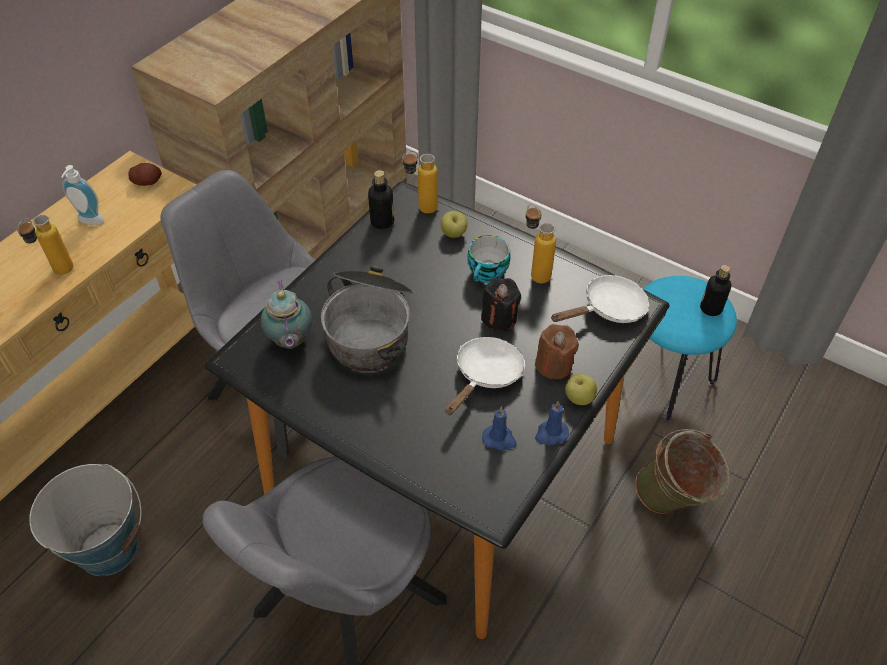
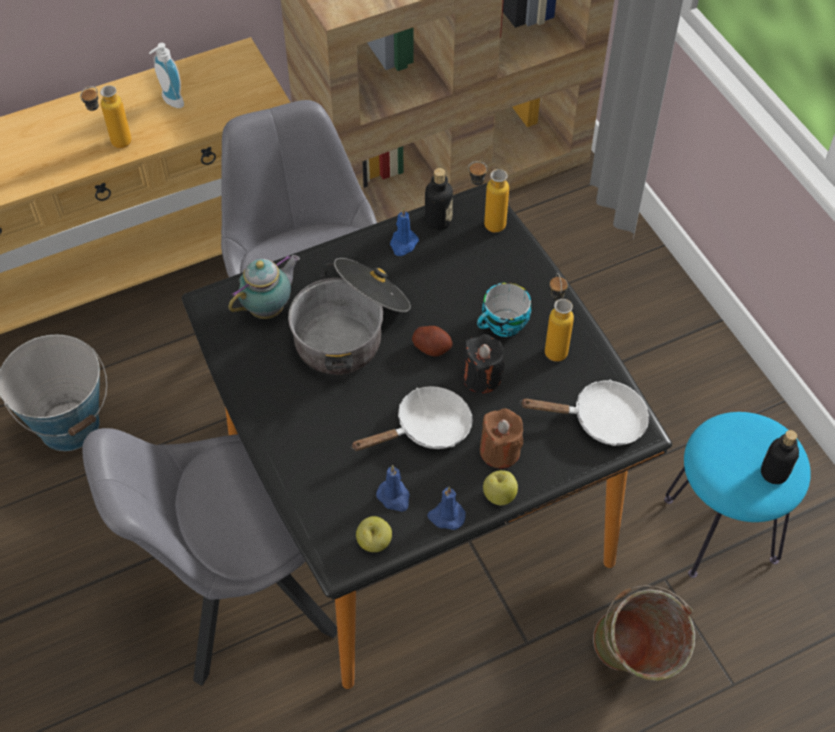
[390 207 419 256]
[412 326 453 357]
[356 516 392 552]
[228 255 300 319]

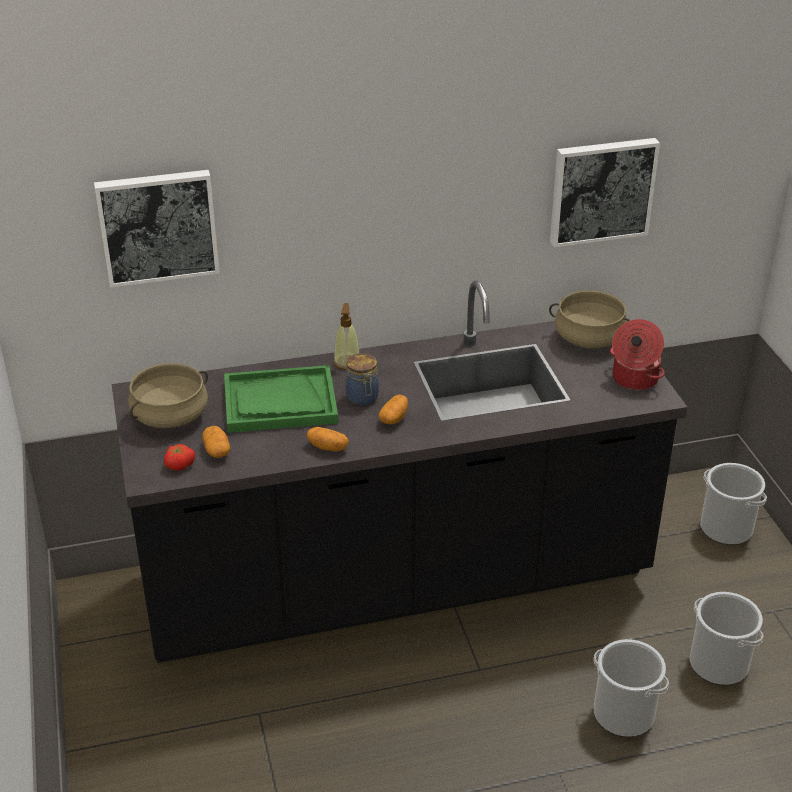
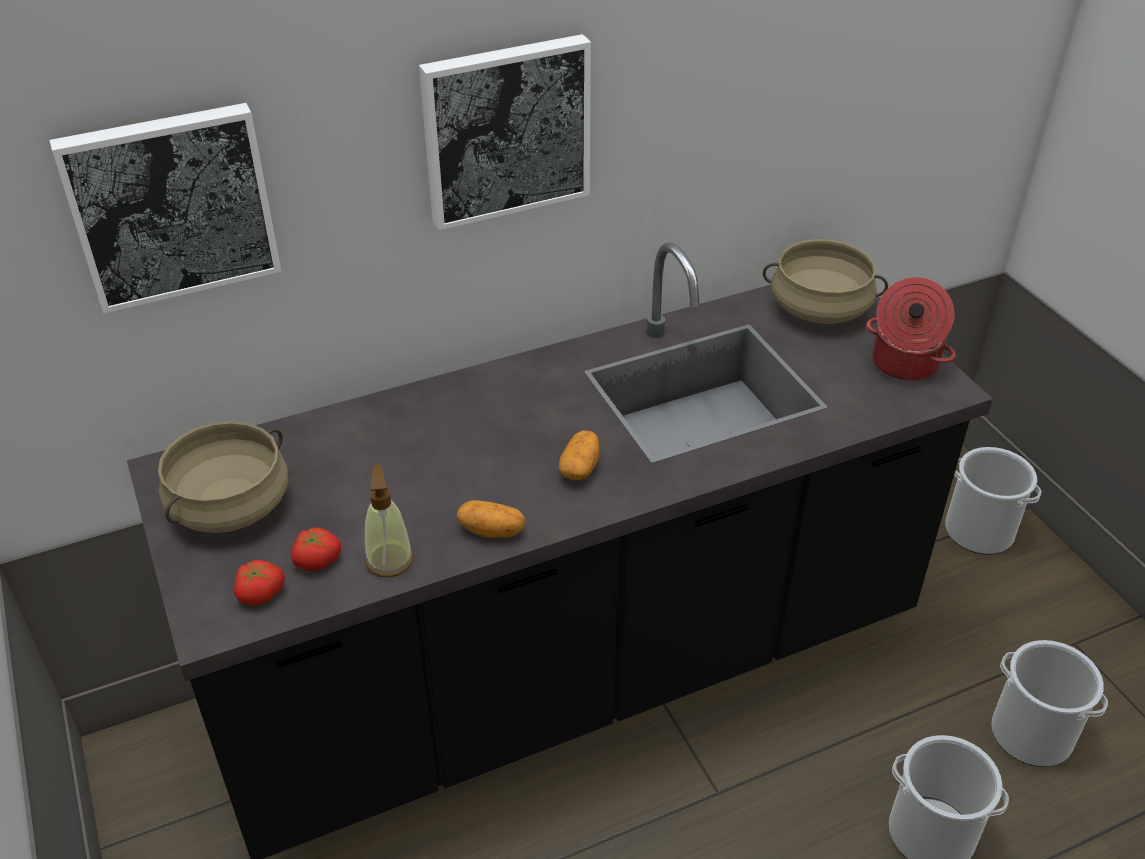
[224 365 338 433] (first image)
[346 353 379 406] (first image)
[364 464 414 577]
[419 34 591 230]
[291 528 341 571]

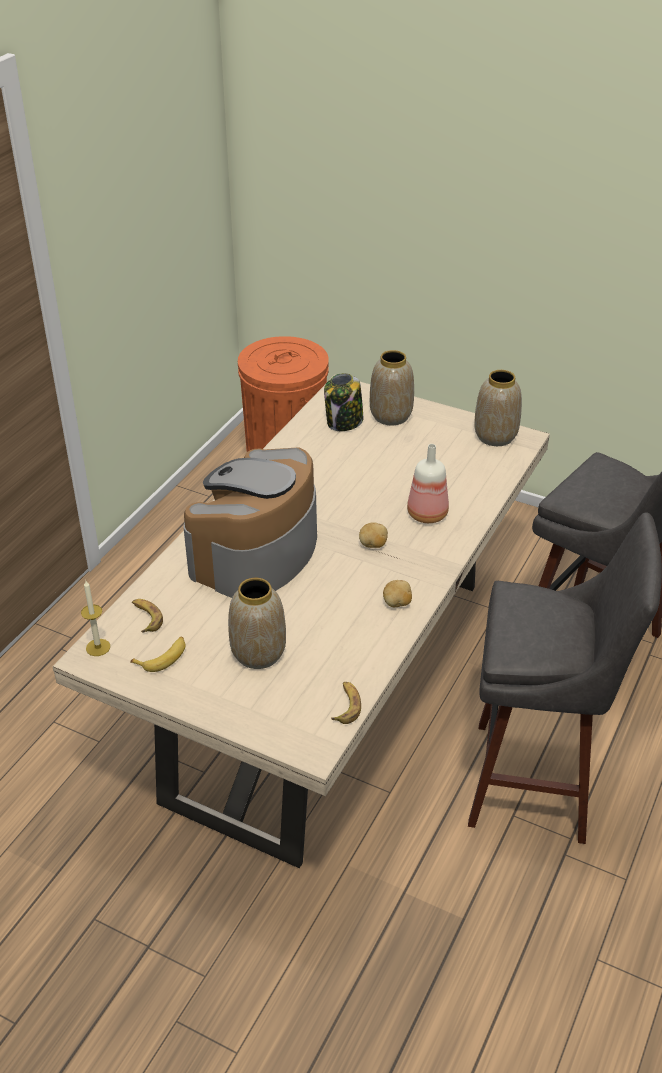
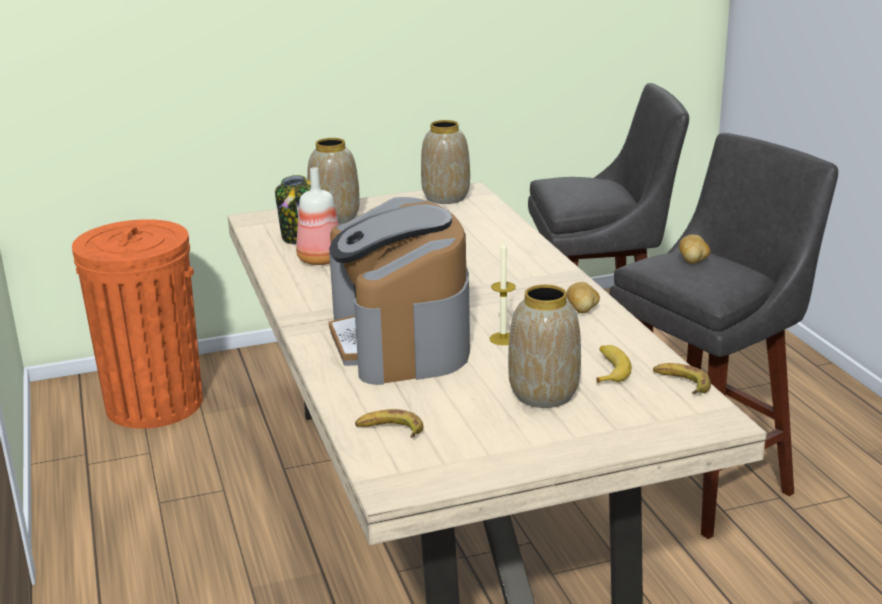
[489 241 516 345]
[596 345 632 383]
[679 235 710 264]
[296 167 339 265]

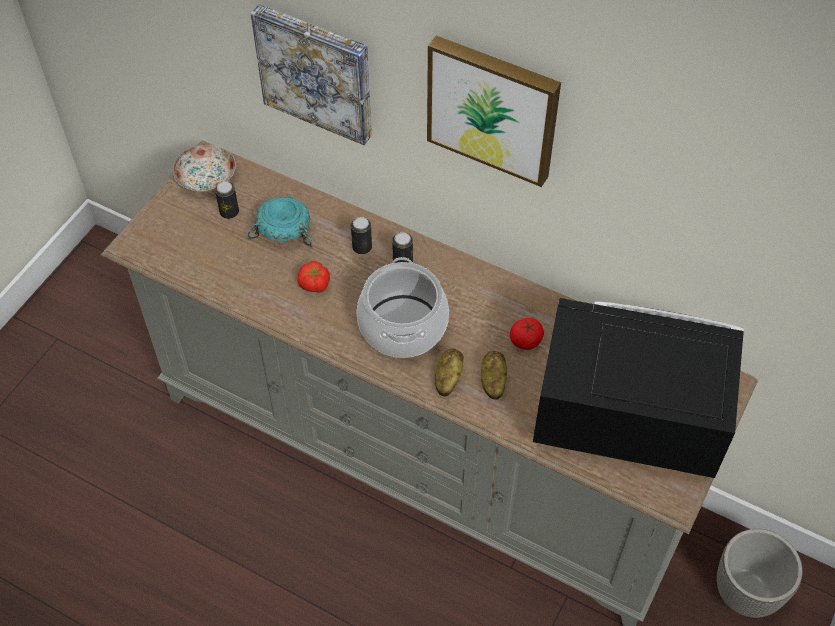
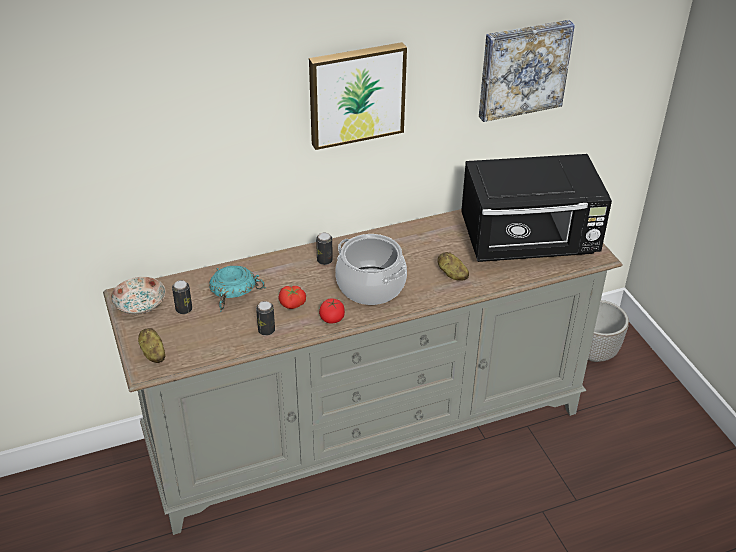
[479 20 575 122]
[256 301 275 336]
[138 328 166 363]
[319 298 345 324]
[461 154 612 262]

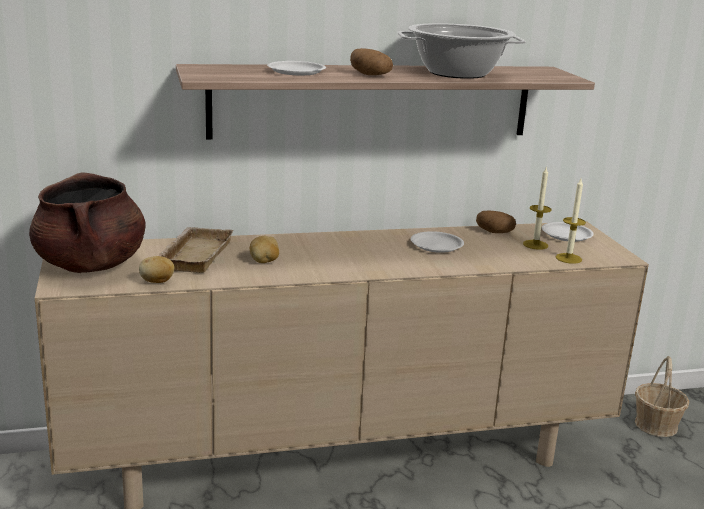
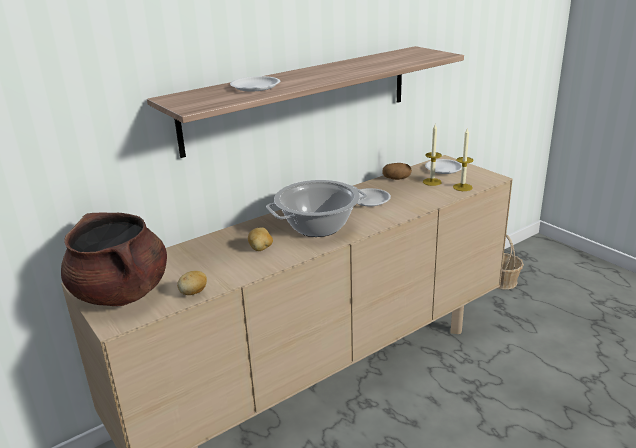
[158 227 234 273] (first image)
[350 48 393 75] (first image)
[266 180 367 237]

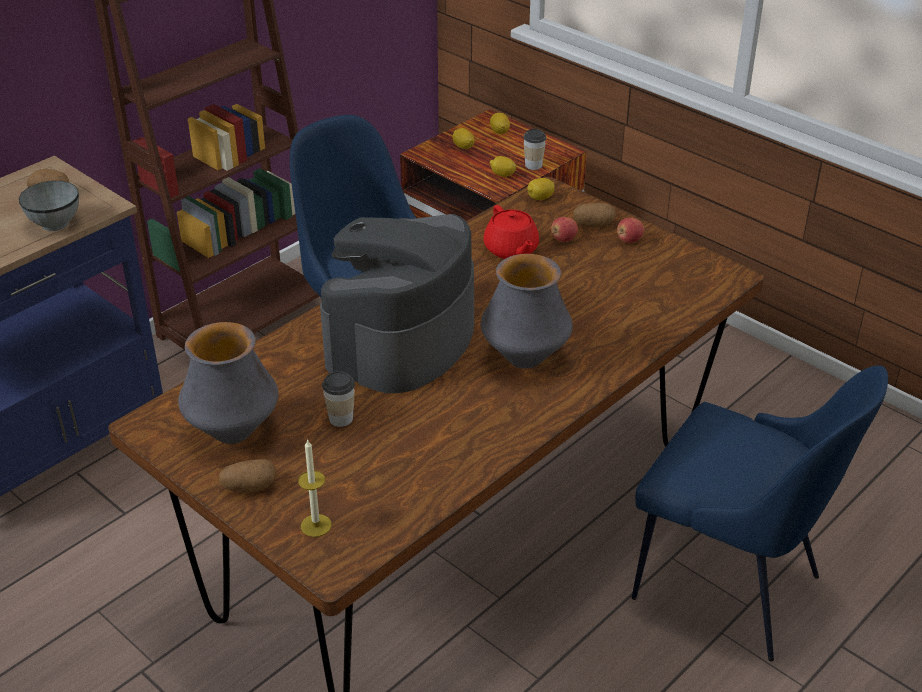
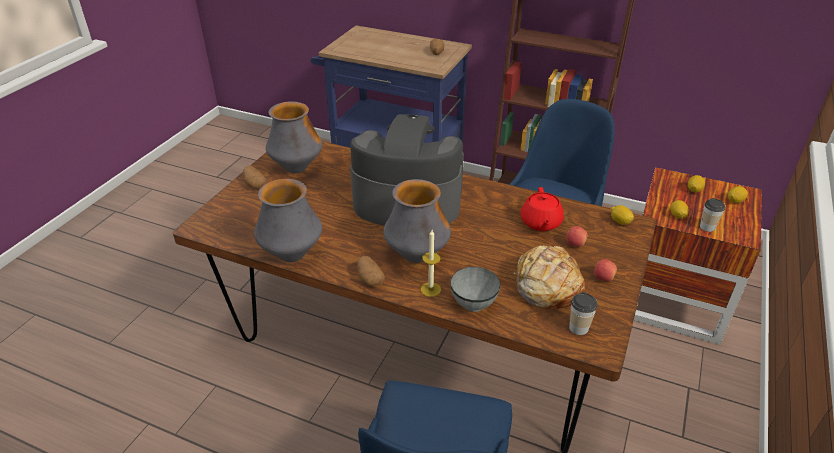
[254 179 322 262]
[514 245 585 309]
[450 267 500 312]
[421 230 441 297]
[569 292 598 335]
[357 256 385 286]
[521 187 564 231]

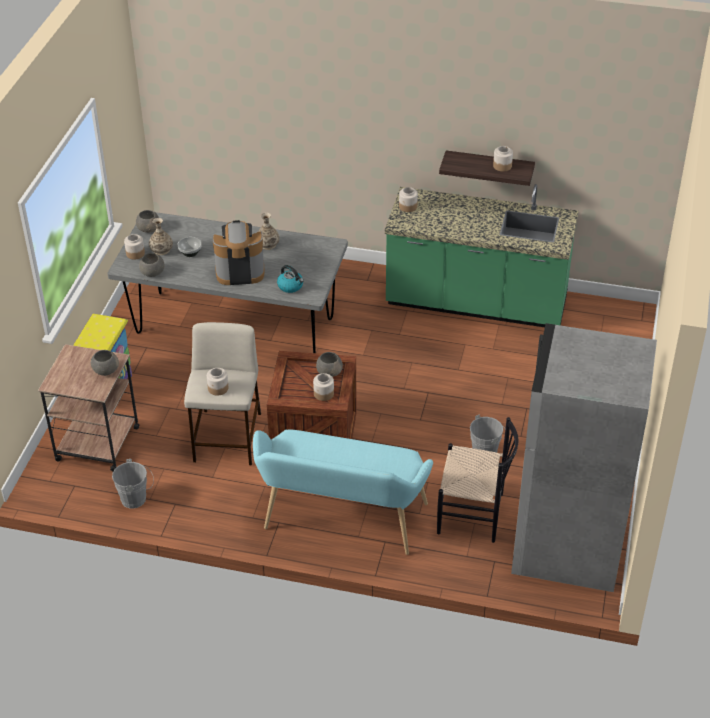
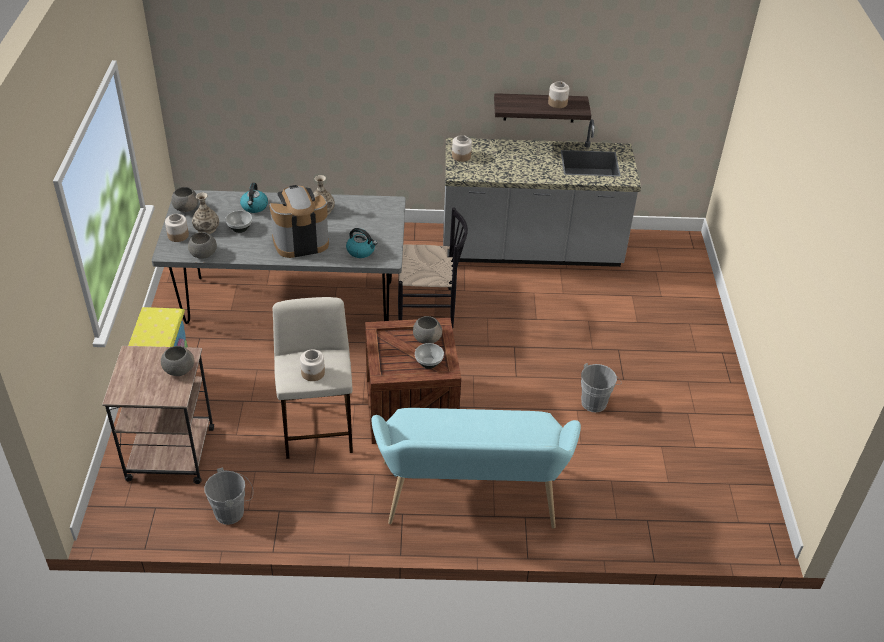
[511 323 657 592] (first image)
[240 183 268 213]
[398 207 468 328]
[415 343 444 369]
[443 119 641 267]

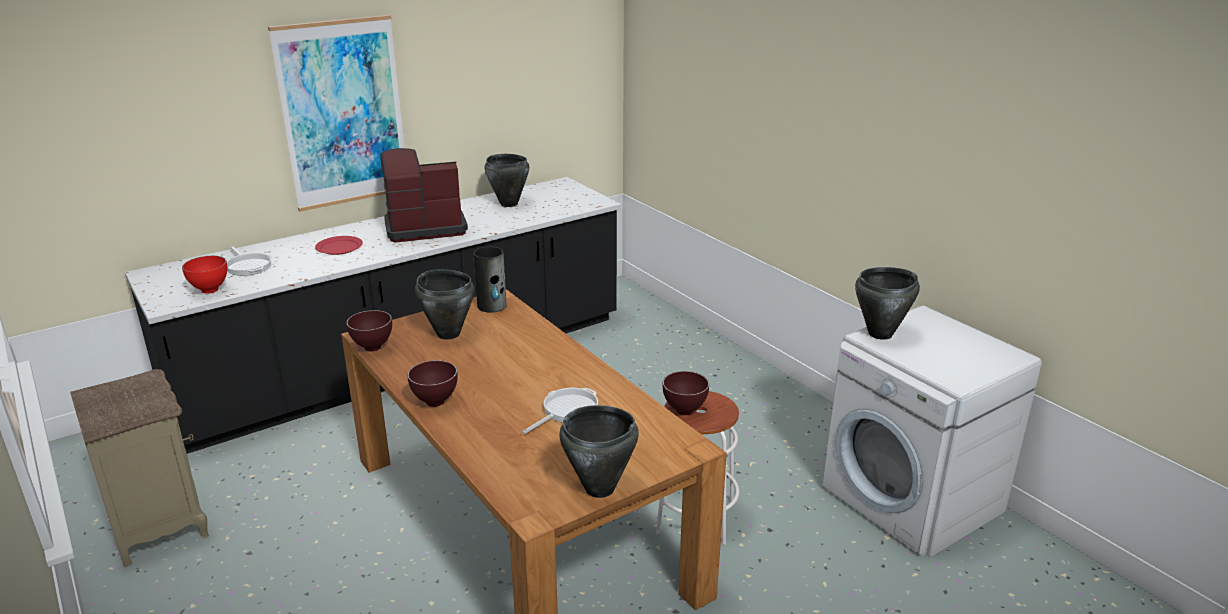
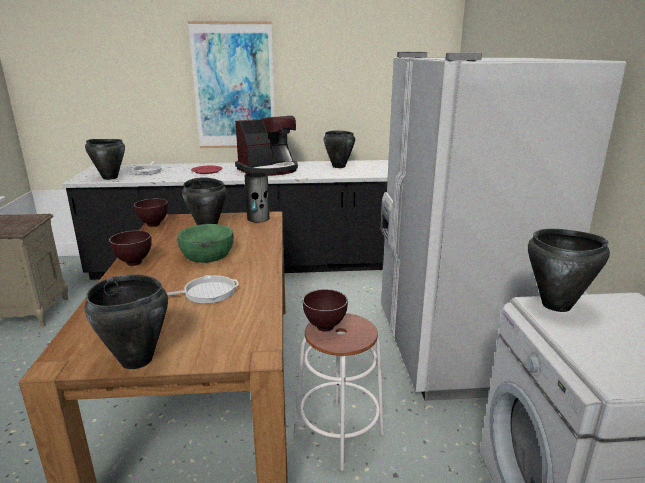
[177 224 234 263]
[381 52 626 401]
[85 139 125 180]
[235 116 298 176]

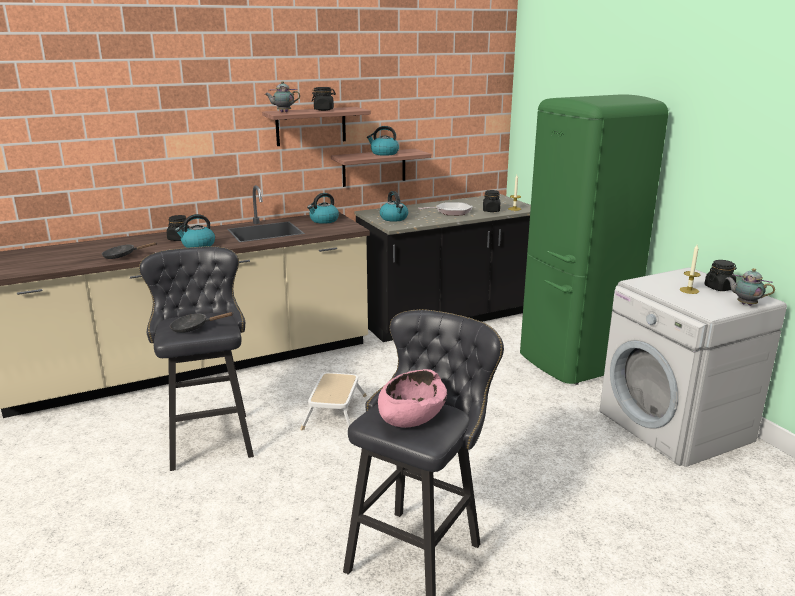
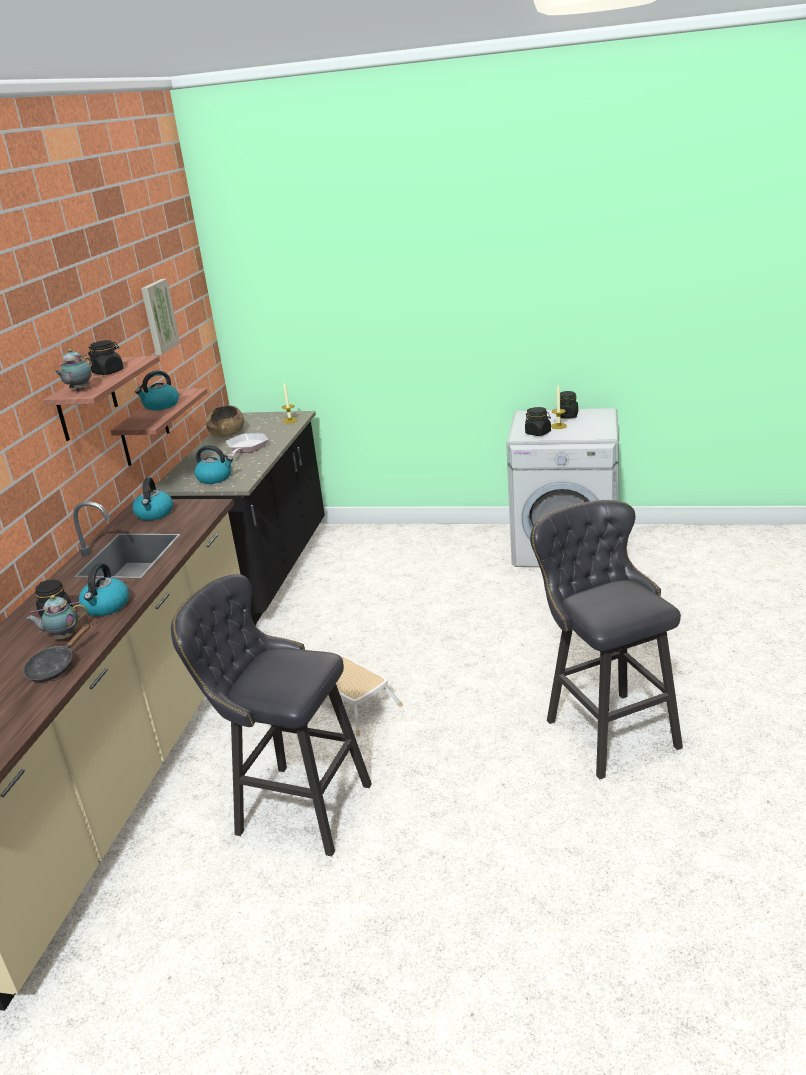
[170 312 233 333] (first image)
[378 369 447 428] (first image)
[520 94 668 385] (first image)
[141 279 180 355]
[206 405 244 438]
[525 407 551 436]
[26 595 87 639]

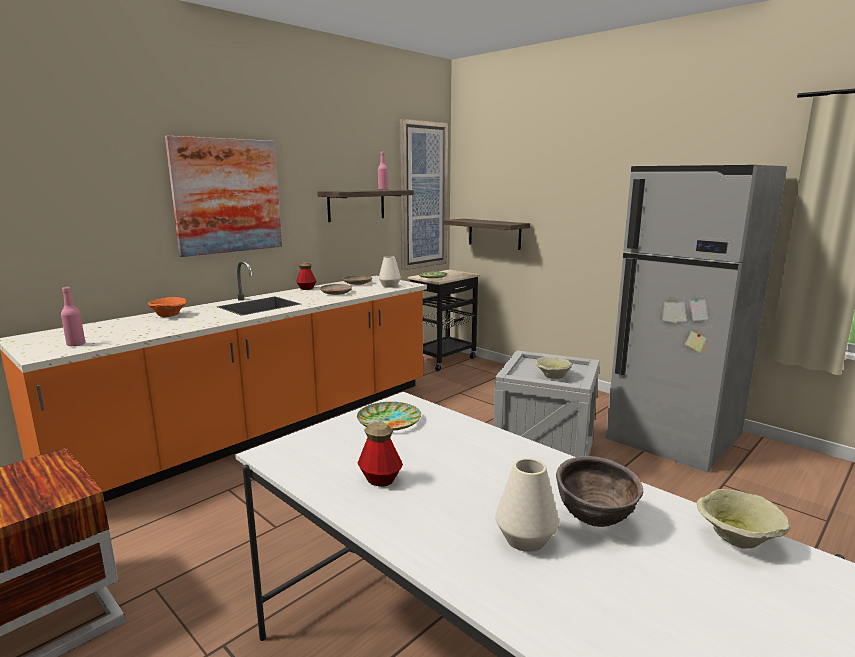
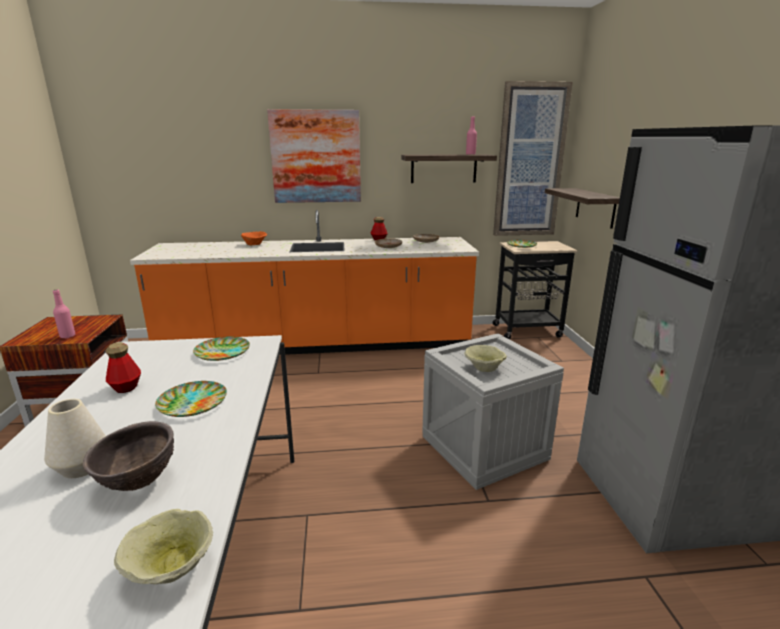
[379 256 401 288] (first image)
[155 381 227 417]
[53 290 75 339]

